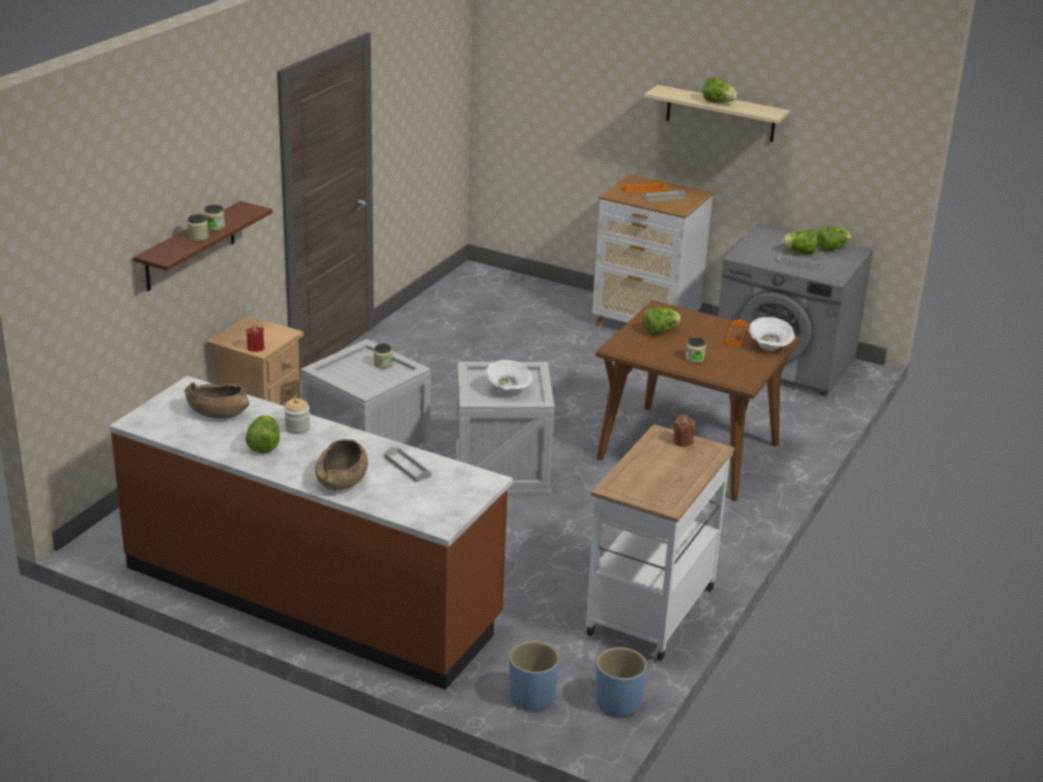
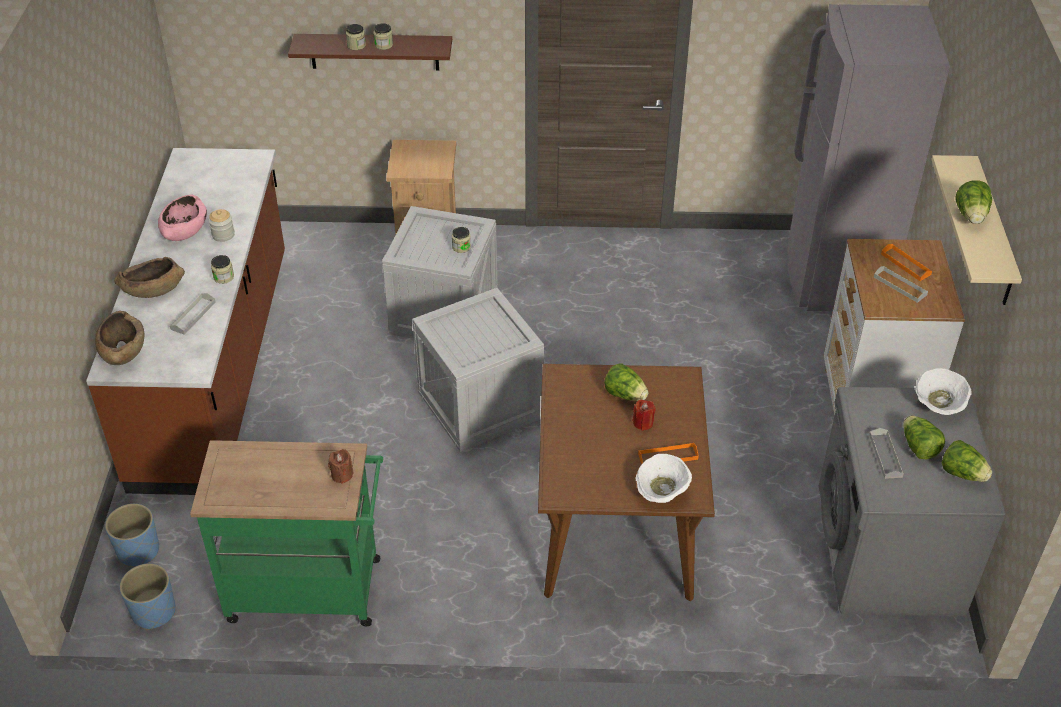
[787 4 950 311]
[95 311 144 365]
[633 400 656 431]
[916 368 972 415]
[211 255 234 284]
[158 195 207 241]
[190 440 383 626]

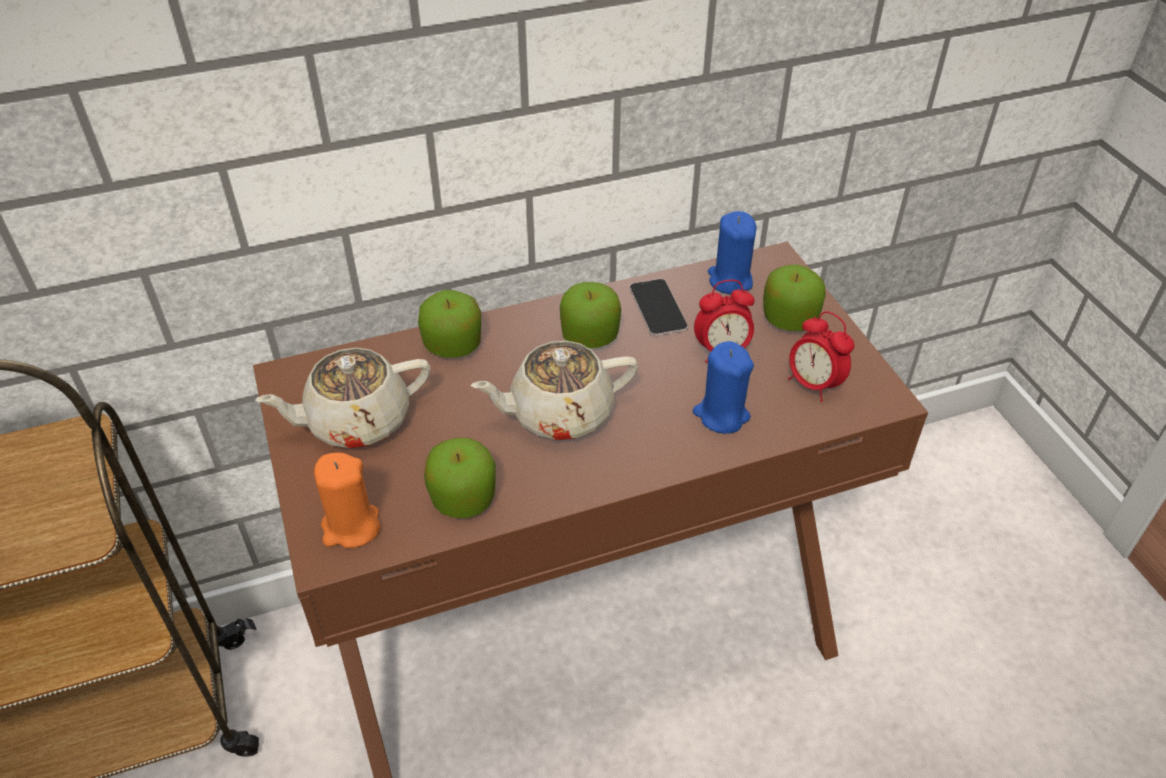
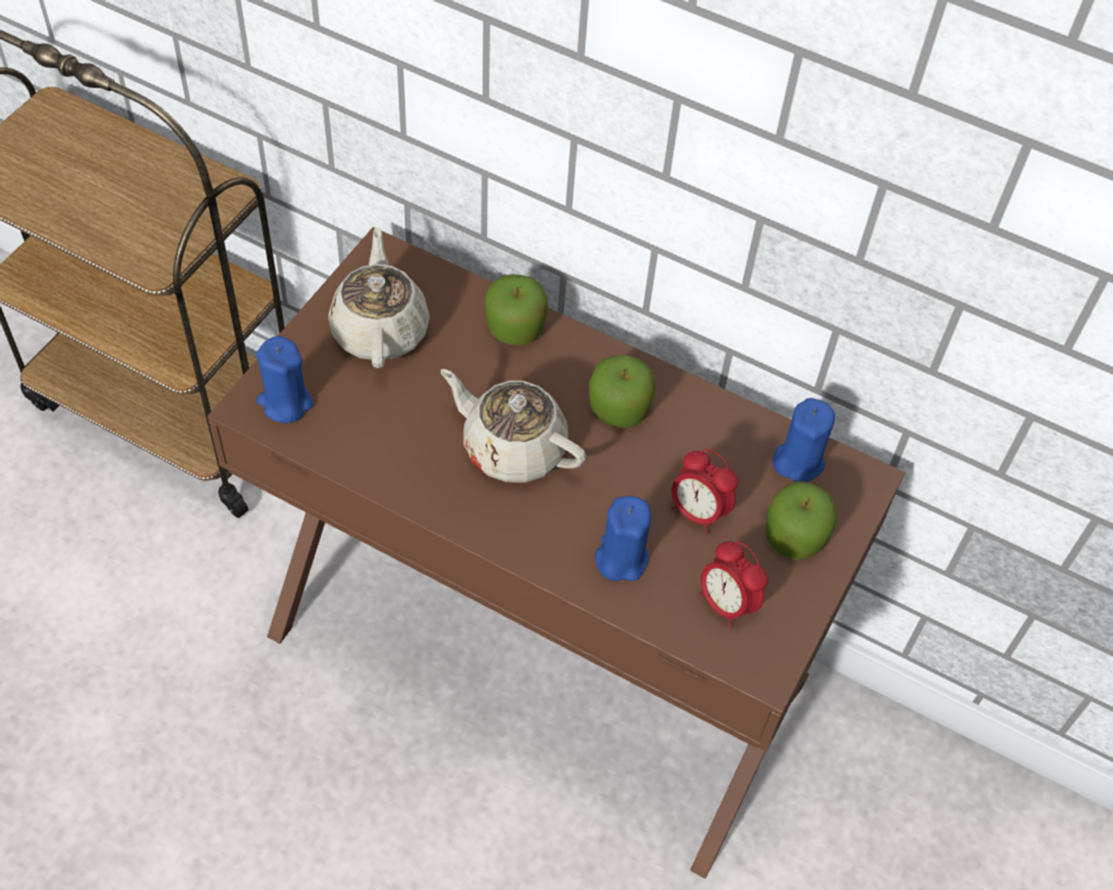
[424 438 496 518] (first image)
[629 279 688 336] (first image)
[256 336 314 423]
[328 227 430 369]
[699 541 768 628]

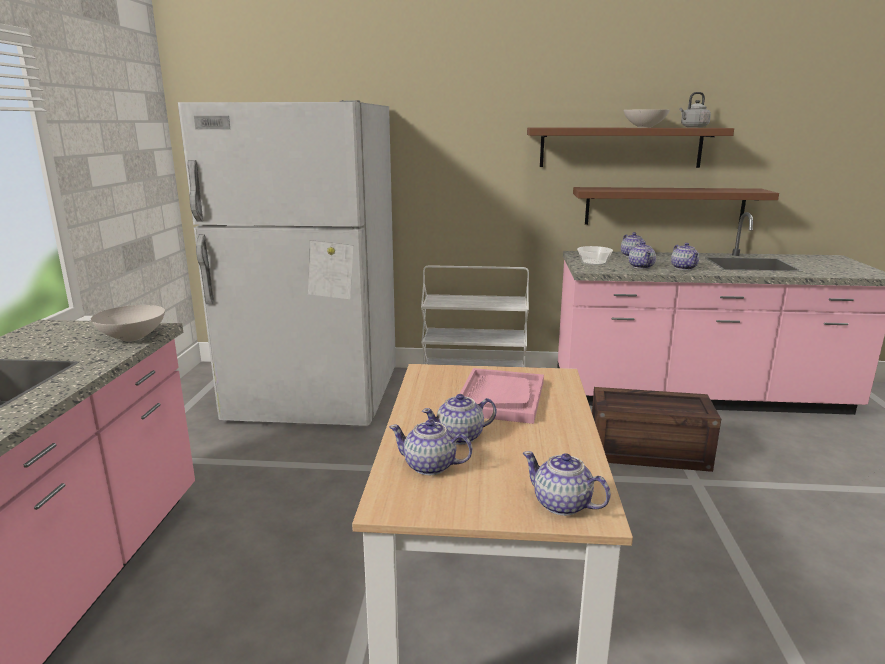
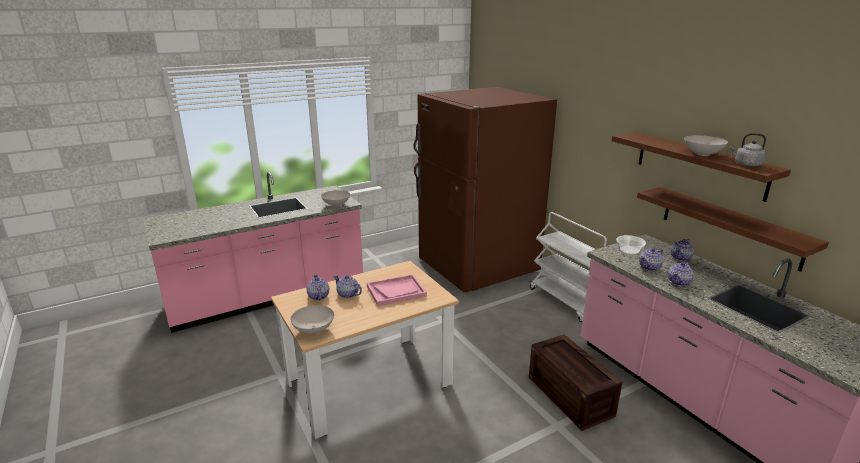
[290 305 334 334]
[414 87 557 293]

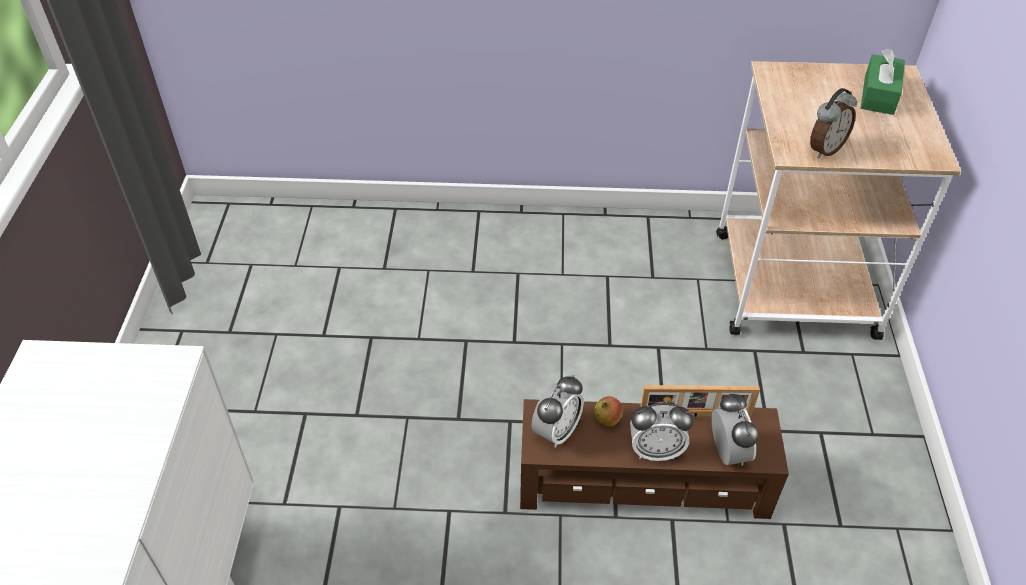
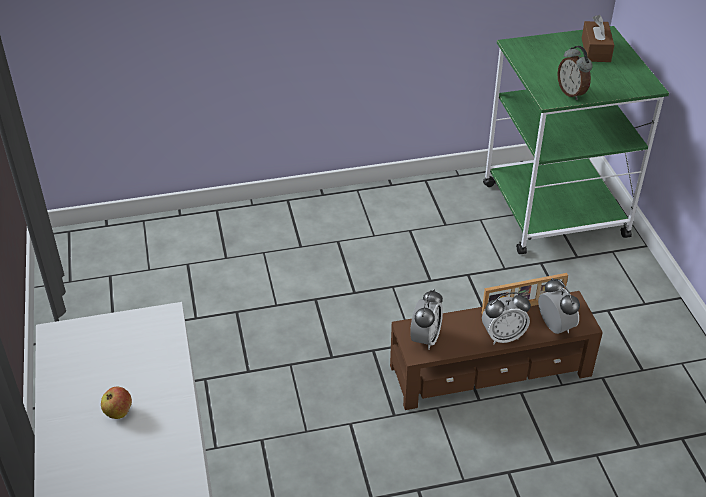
[101 387 132 419]
[483 26 669 254]
[582 15 614 62]
[557 46 592 100]

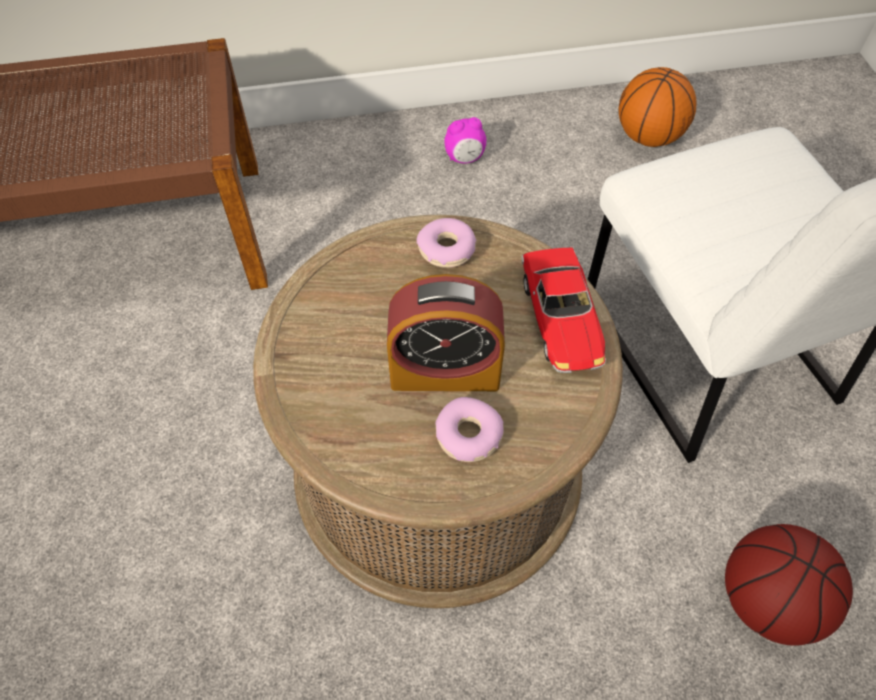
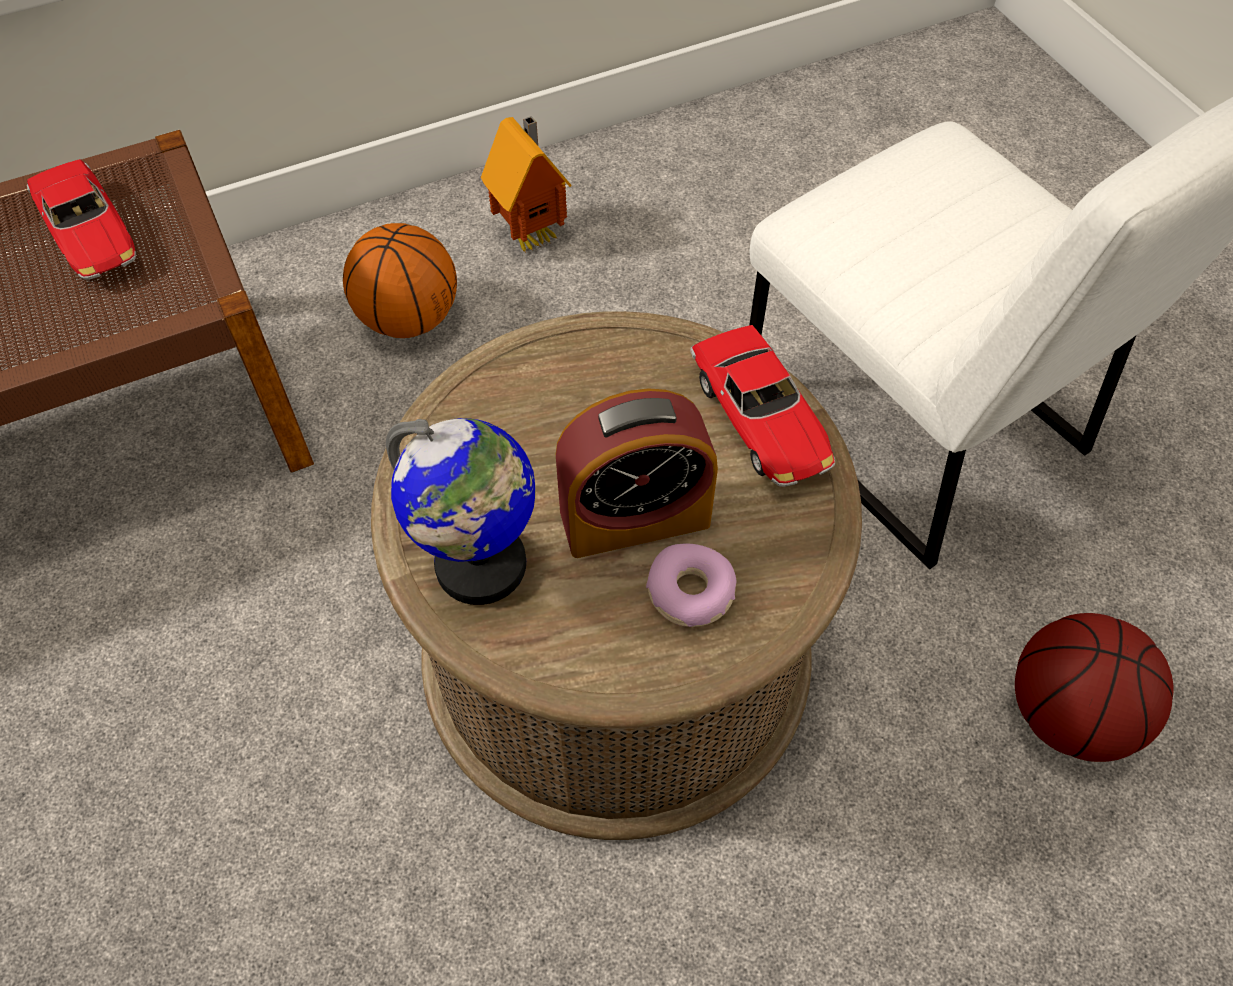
[417 218 477 268] (first image)
[27 159 136 280]
[386 418 536 605]
[343 223 457 338]
[481 116 572 253]

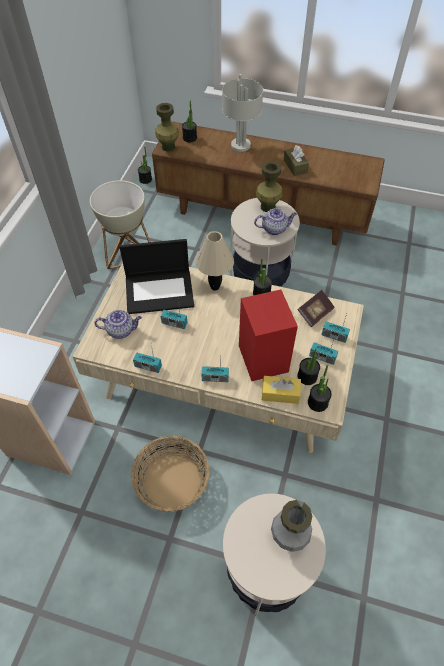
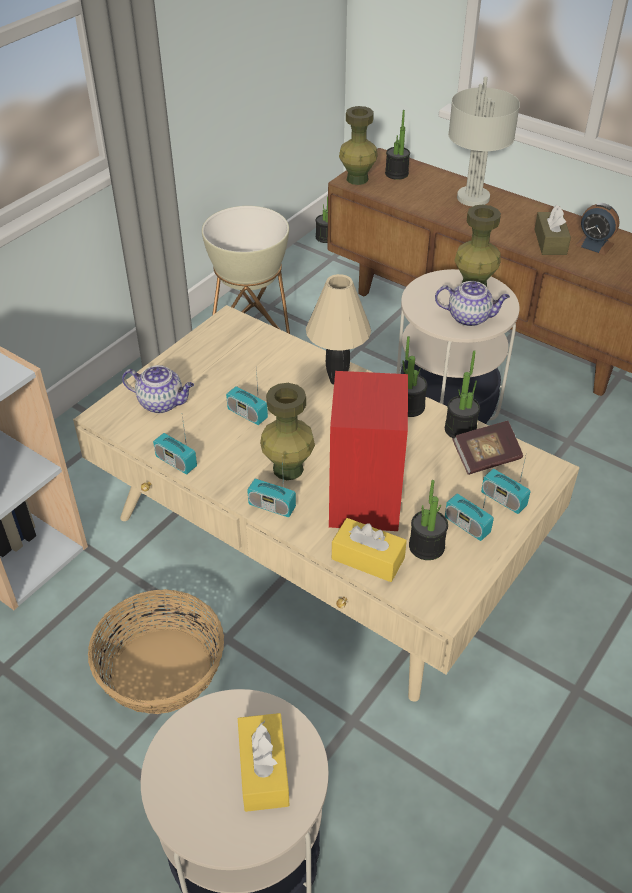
[119 239 194 314] (first image)
[260 383 315 480]
[575 203 619 255]
[445 350 480 438]
[238 713 289 812]

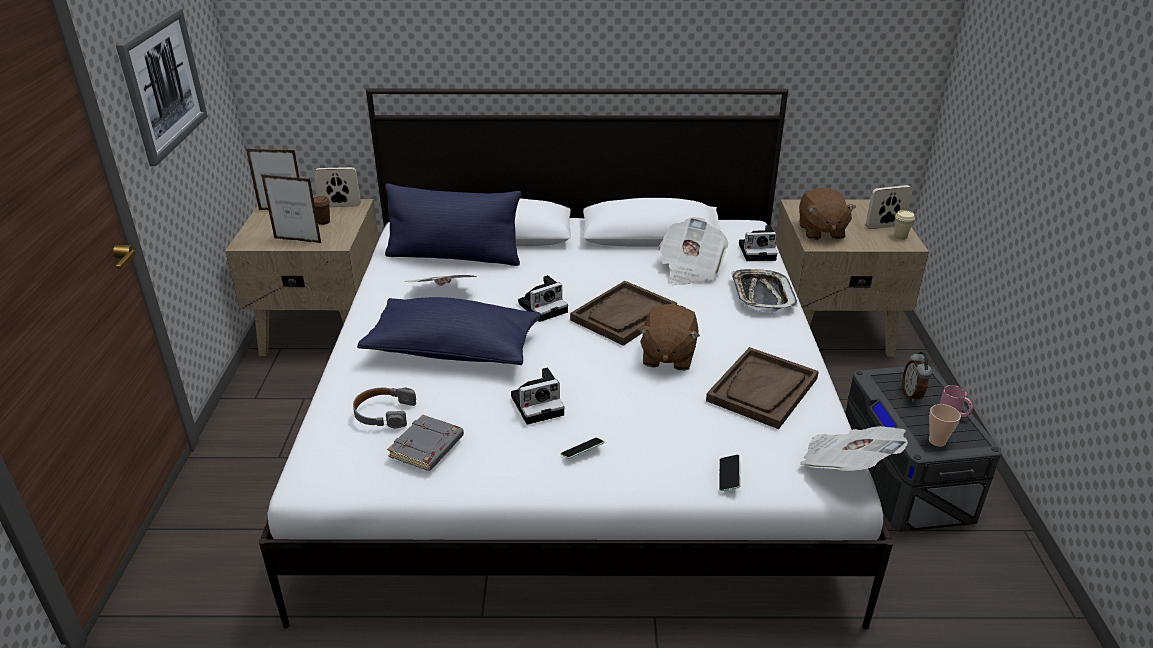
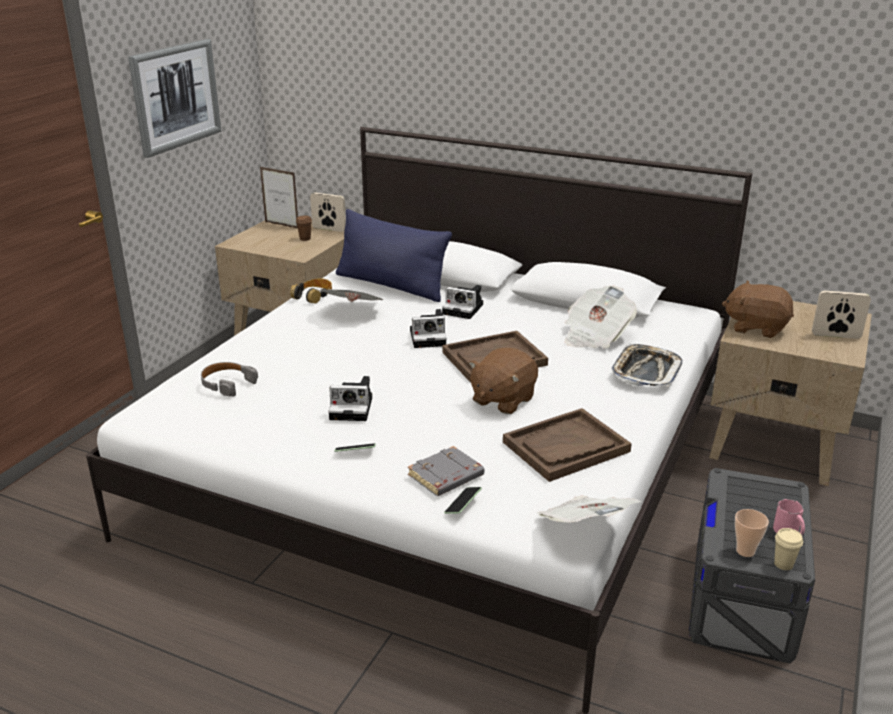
[261 174 321 243] (first image)
[357 297 541 365] (first image)
[902 352 932 403] (first image)
[290 278 332 303]
[408 446 484 496]
[442 285 483 319]
[774 528 803 570]
[722 281 794 338]

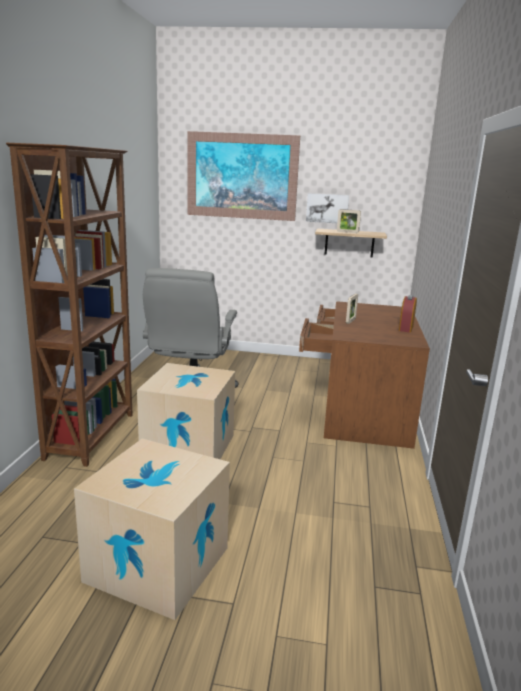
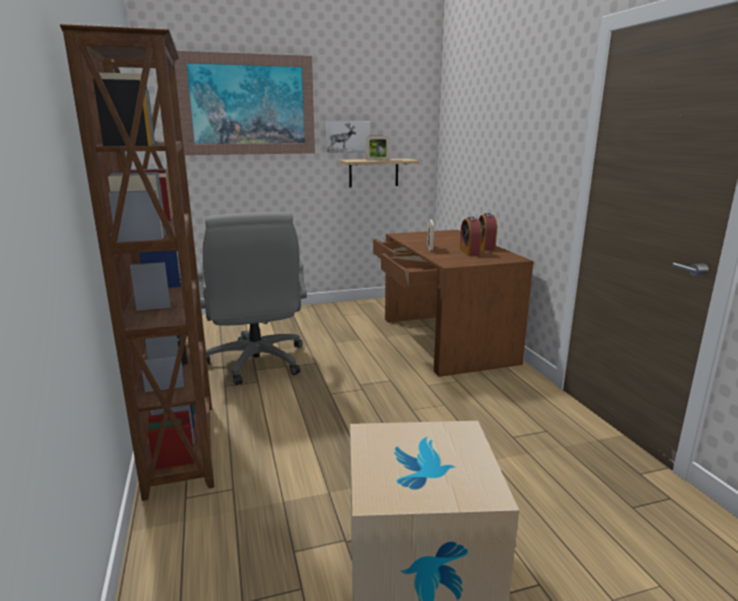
[137 363 235 459] (first image)
[460 217 482 256]

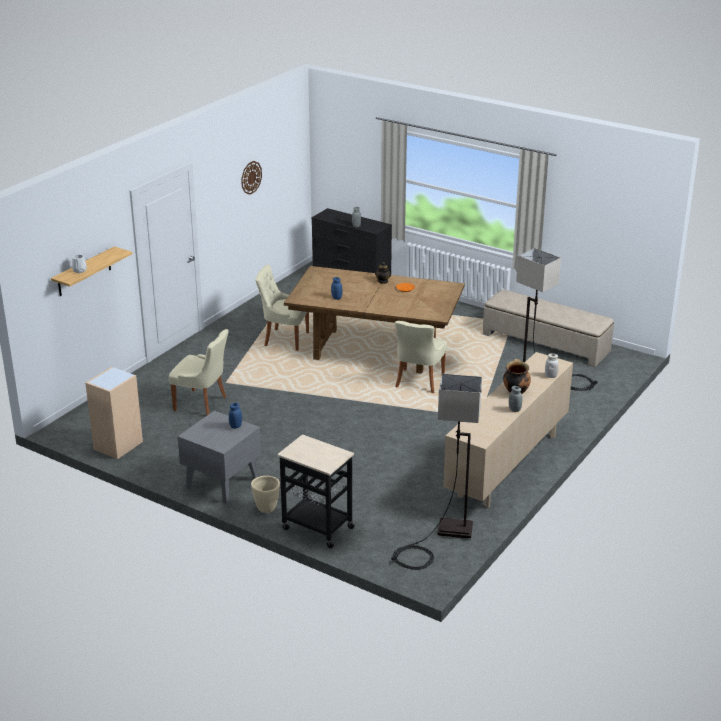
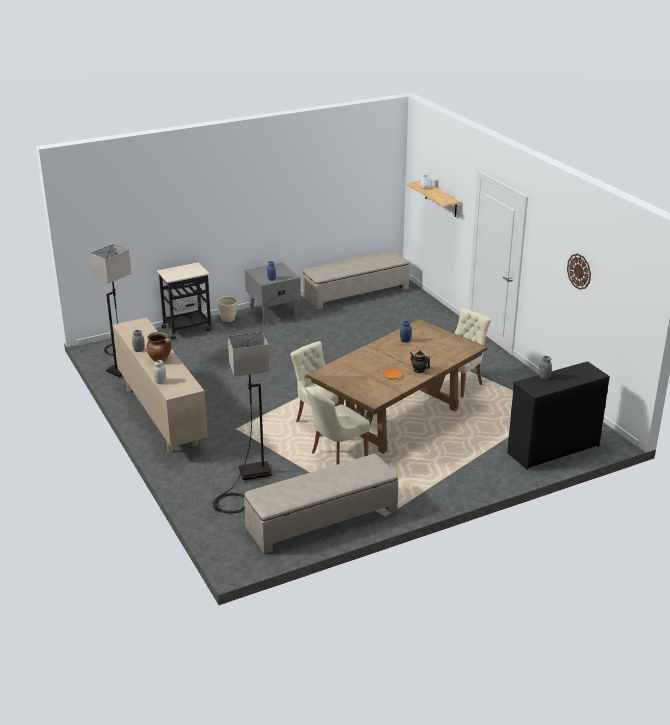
[305 387 370 465]
[303 251 410 310]

